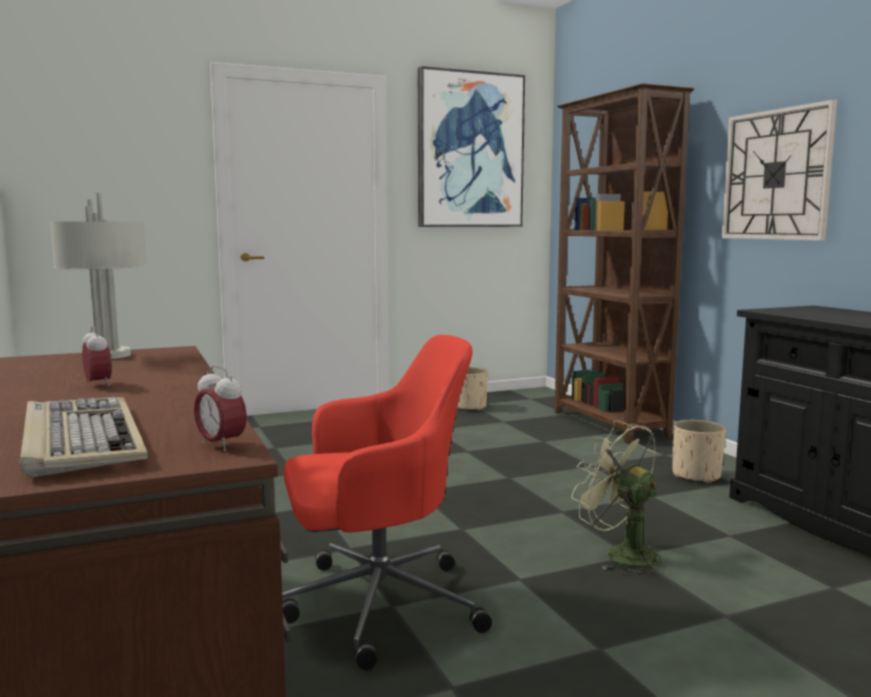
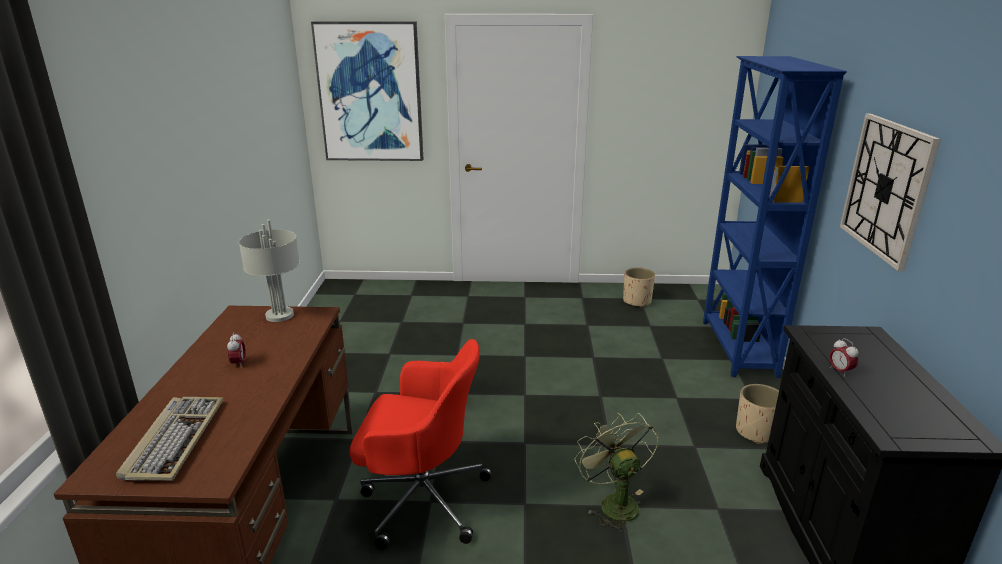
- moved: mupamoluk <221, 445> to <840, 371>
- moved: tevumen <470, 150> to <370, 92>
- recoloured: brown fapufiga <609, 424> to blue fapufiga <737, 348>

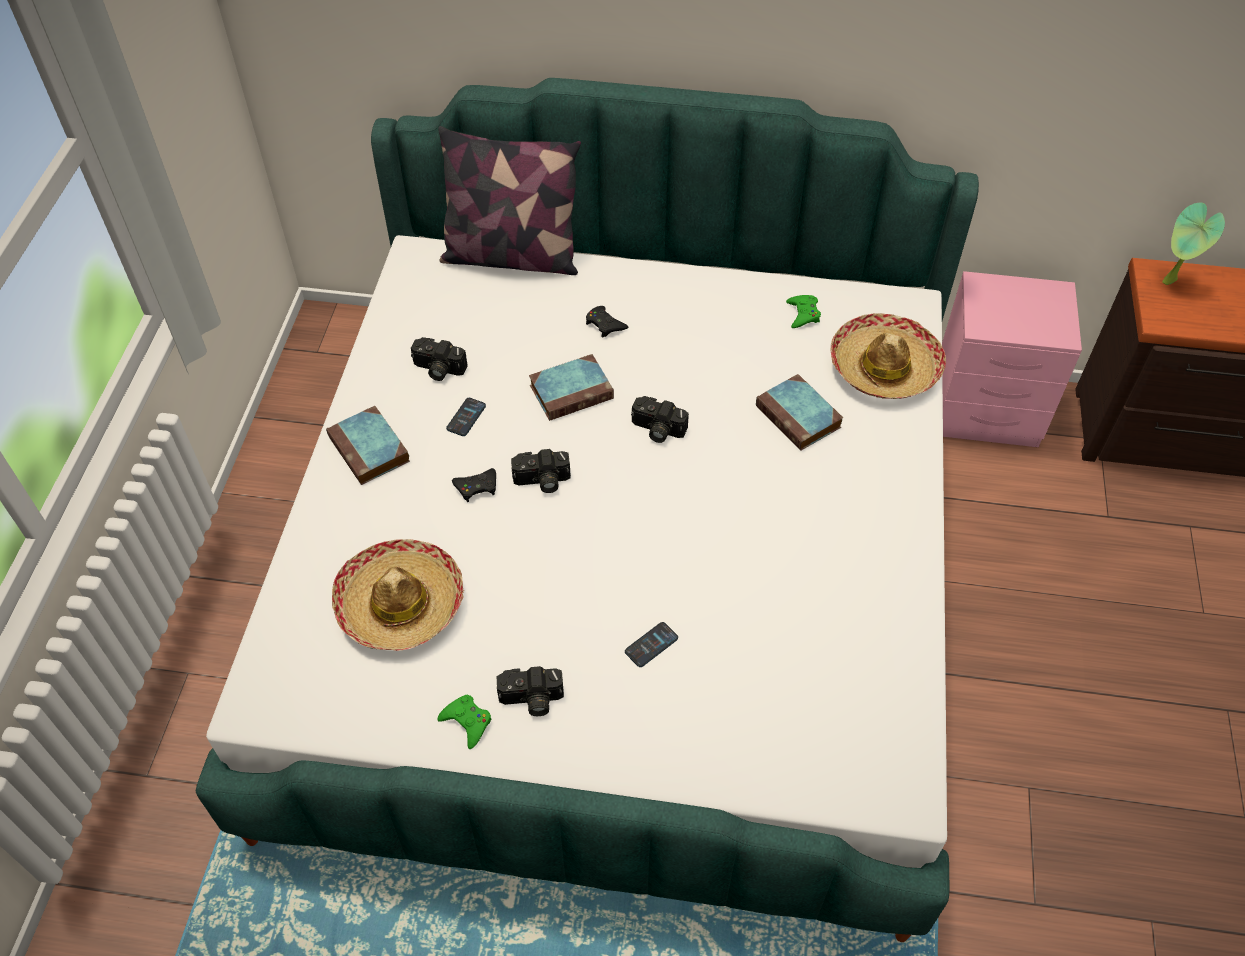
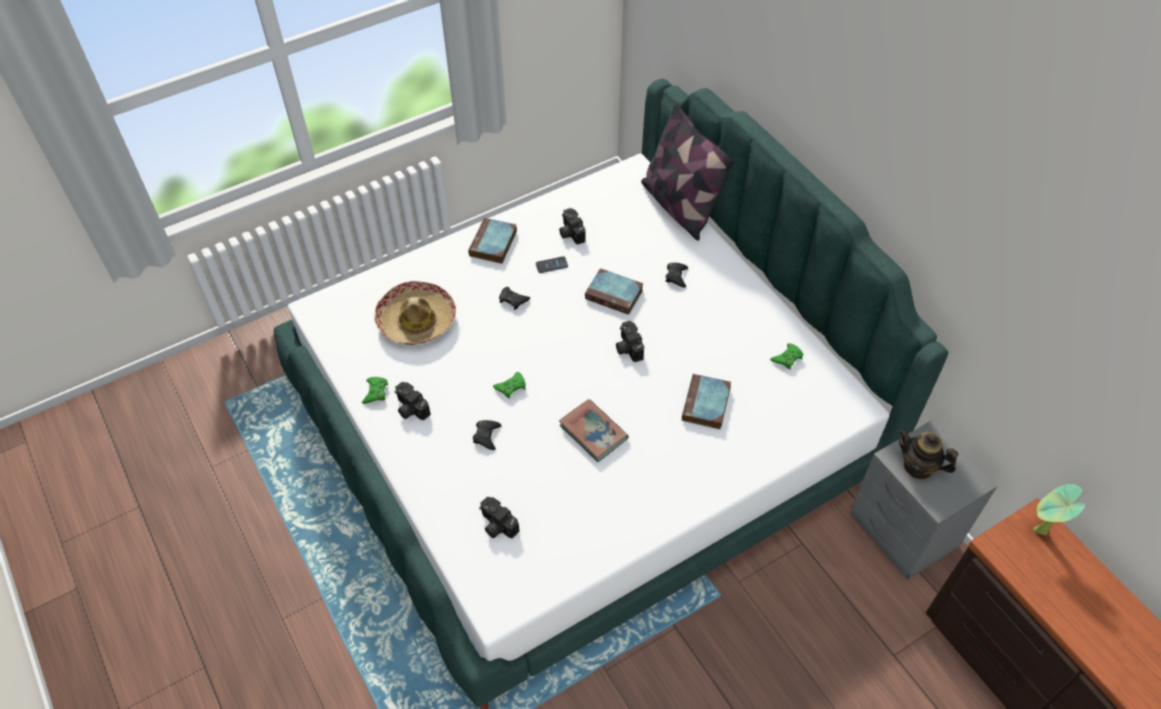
- moved: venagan <542, 481> to <496, 525>
- replaced: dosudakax <651, 645> to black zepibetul <486, 436>
- removed: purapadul <883, 367>
- recoloured: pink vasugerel <987, 412> to grey vasugerel <903, 532>
- added: green zepibetul <511, 387>
- added: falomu <593, 432>
- added: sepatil <918, 467>

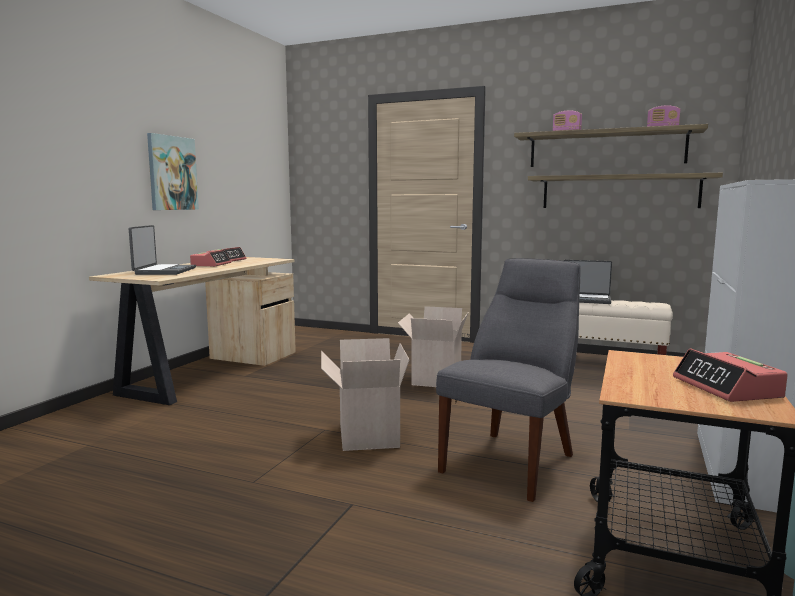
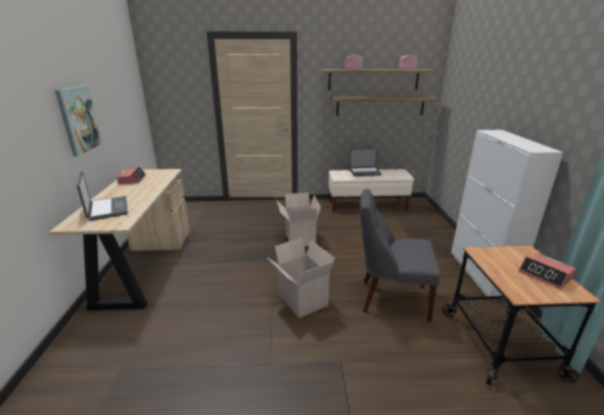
- removed: mupamoluk <211, 264>
- turned: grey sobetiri <512, 461> = <390, 298> 90 degrees counterclockwise

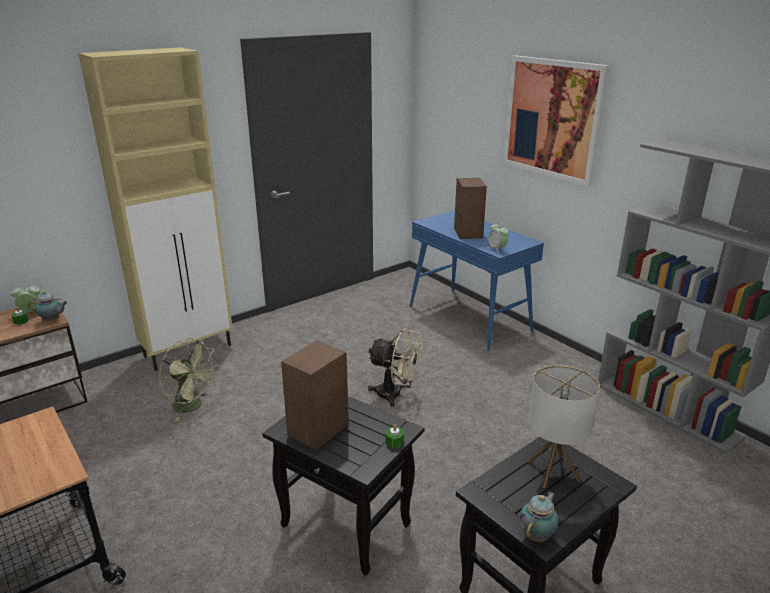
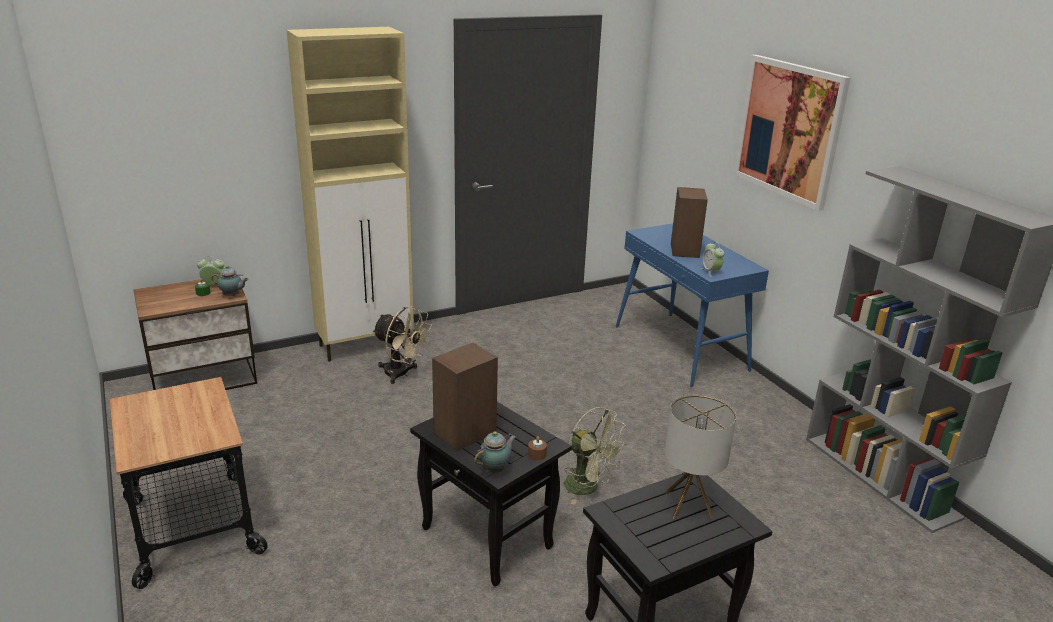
- moved: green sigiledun <193, 406> to <588, 488>
- moved: beige sigiledun <395, 395> to <401, 374>
- recoloured: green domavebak <394, 442> to brown domavebak <537, 454>
- moved: sepatil <537, 535> to <495, 469>

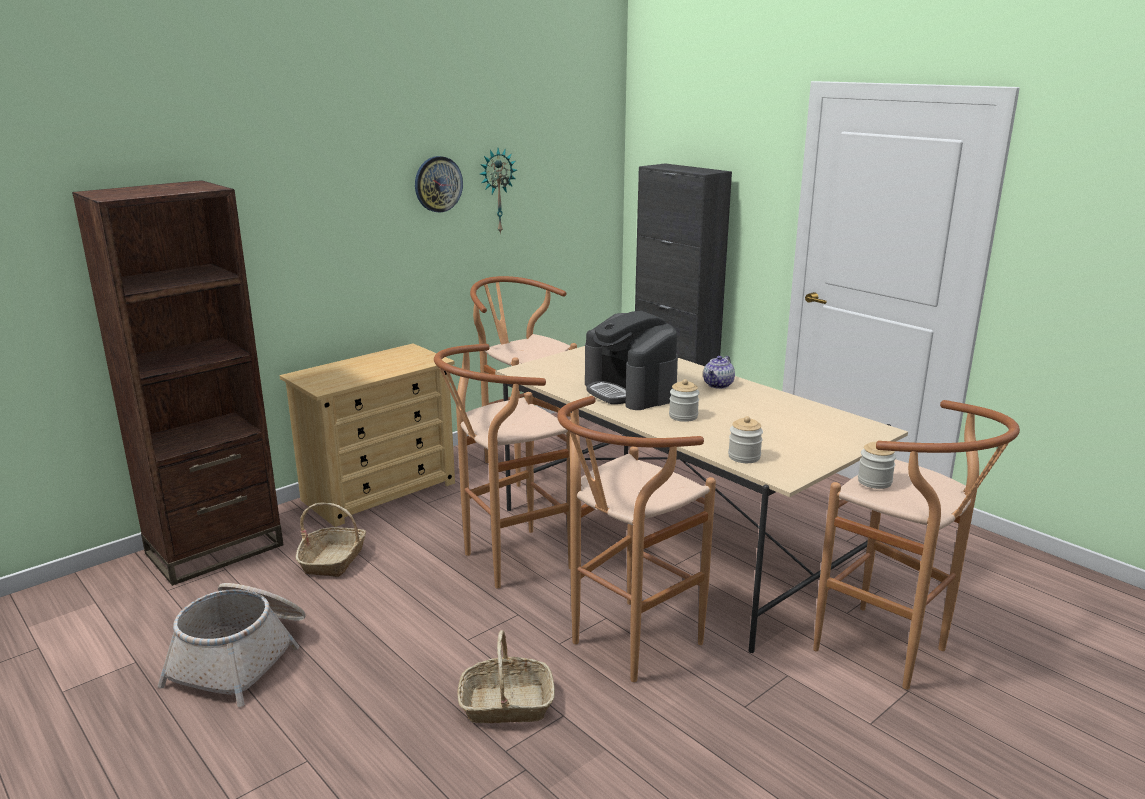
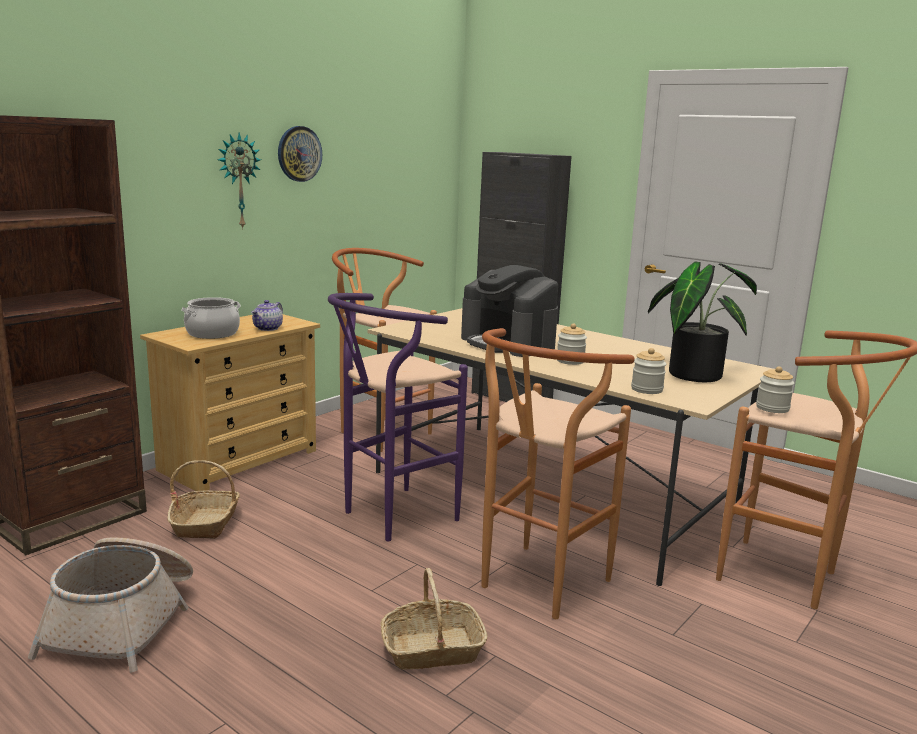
- recoloured: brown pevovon <507, 562> to purple pevovon <391, 518>
- moved: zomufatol <496, 191> to <238, 181>
- moved: sepatil <718, 385> to <268, 328>
- added: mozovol <212, 333>
- added: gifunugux <692, 373>

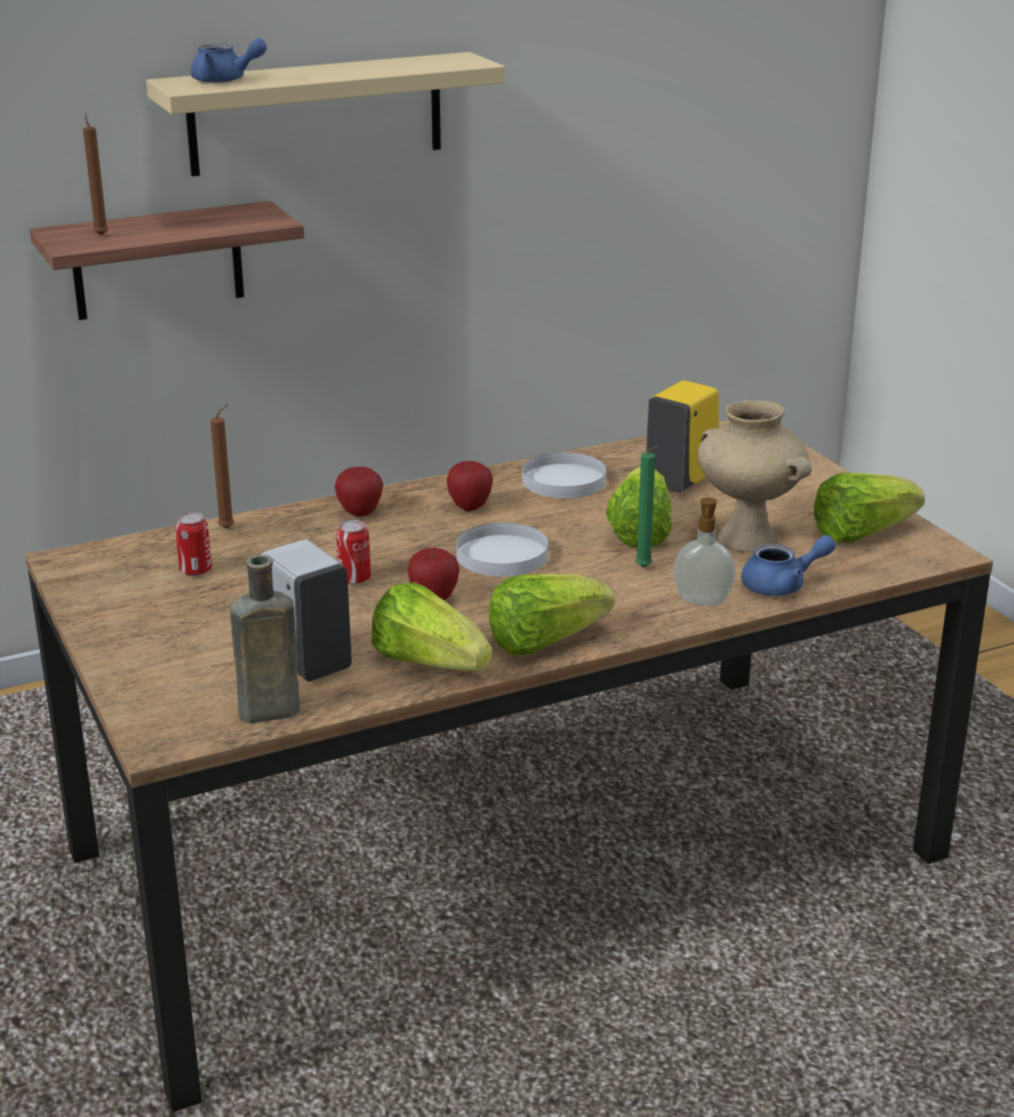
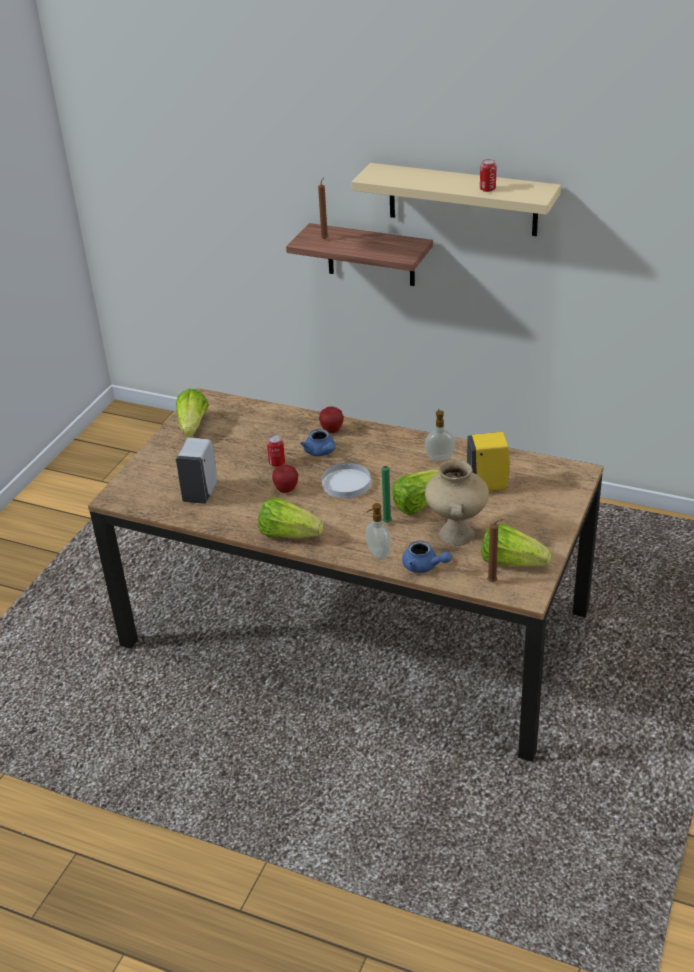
- moved: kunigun <195, 570> to <487, 189>
- moved: blue sepatil <225, 80> to <321, 452>
- moved: brown domavebak <229, 528> to <493, 582>
- removed: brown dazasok <264, 713>
- moved: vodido <429, 663> to <193, 426>
- removed: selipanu <470, 507>
- replaced: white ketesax <564, 481> to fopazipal <439, 457>

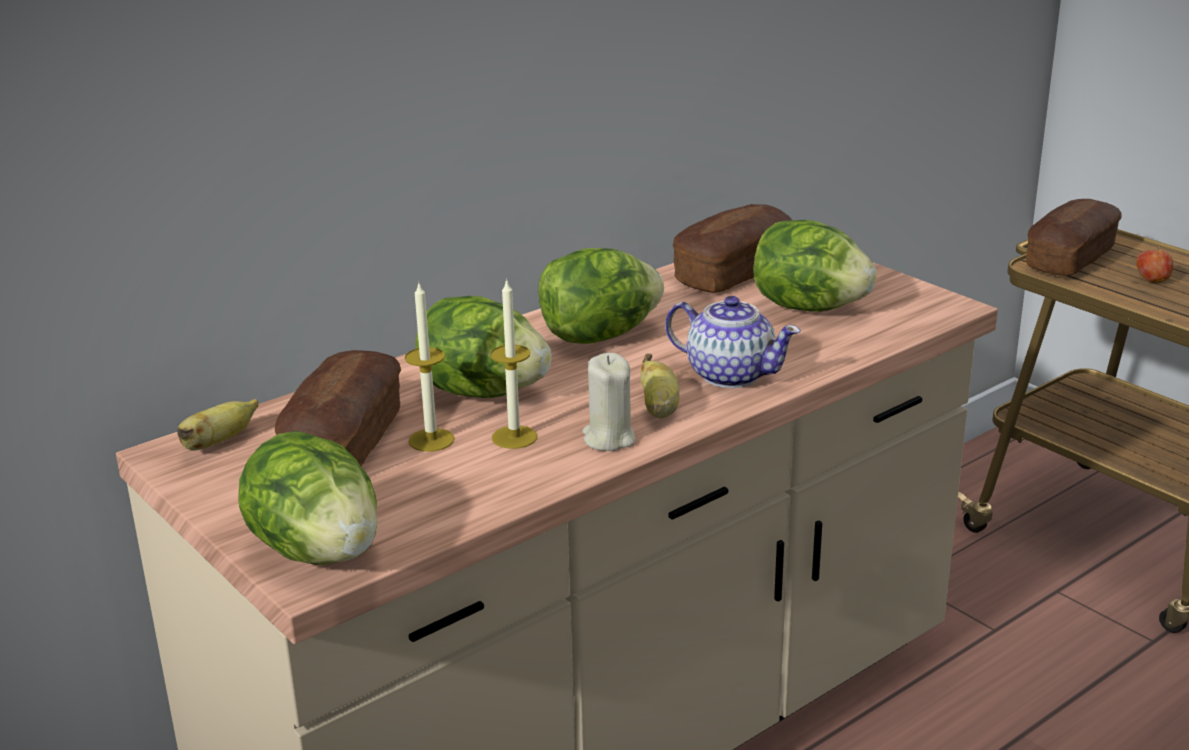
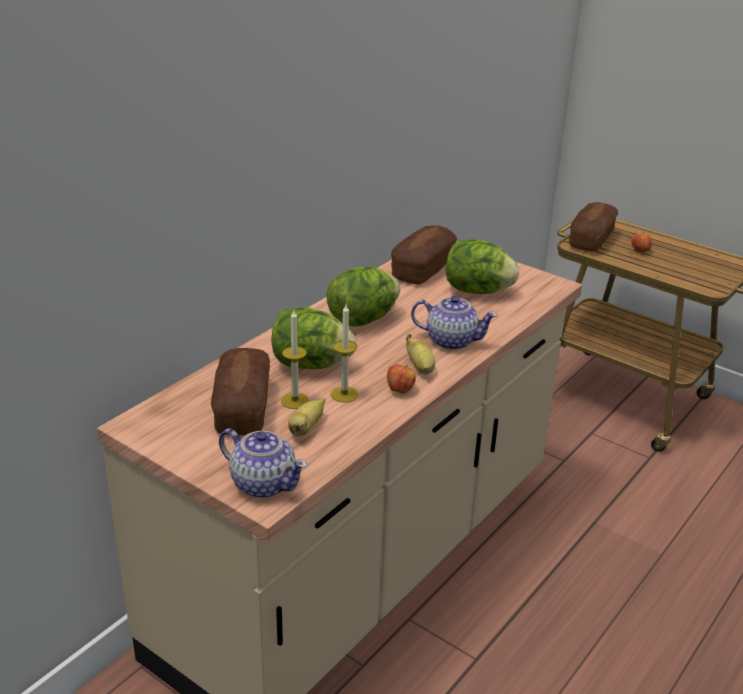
- moved: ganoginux <218, 442> to <306, 428>
- replaced: vodido <318, 551> to sepatil <263, 483>
- replaced: beige domavebak <608, 438> to selipanu <400, 390>

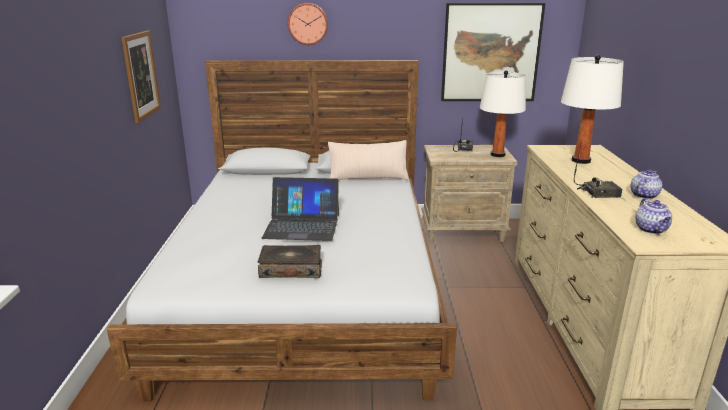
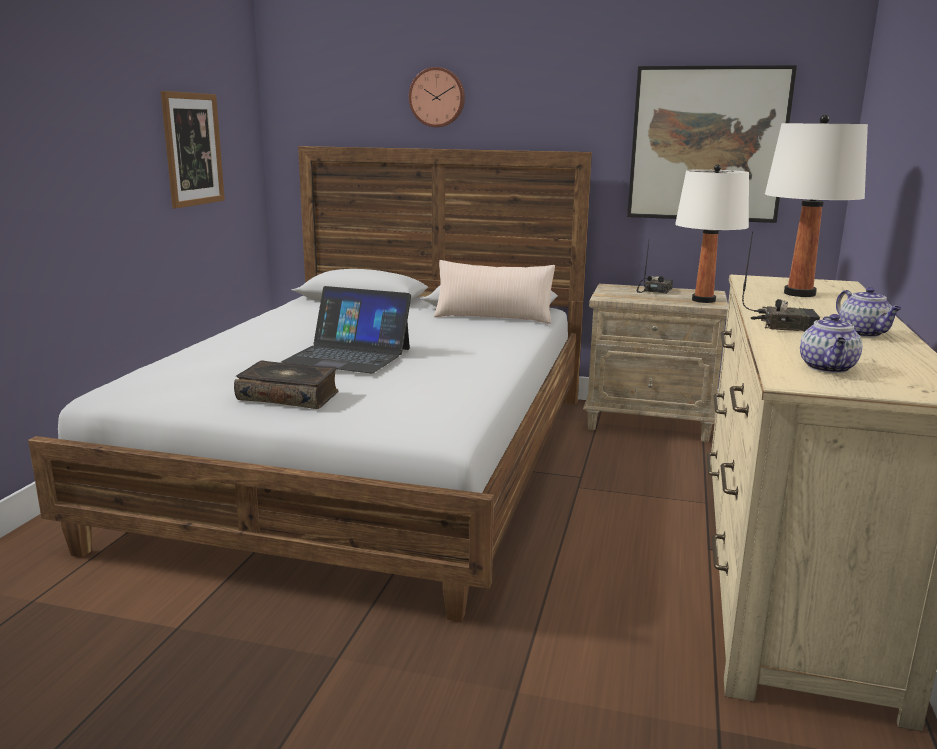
- turned: sepatil <643, 195> = <864, 333> 105 degrees clockwise

